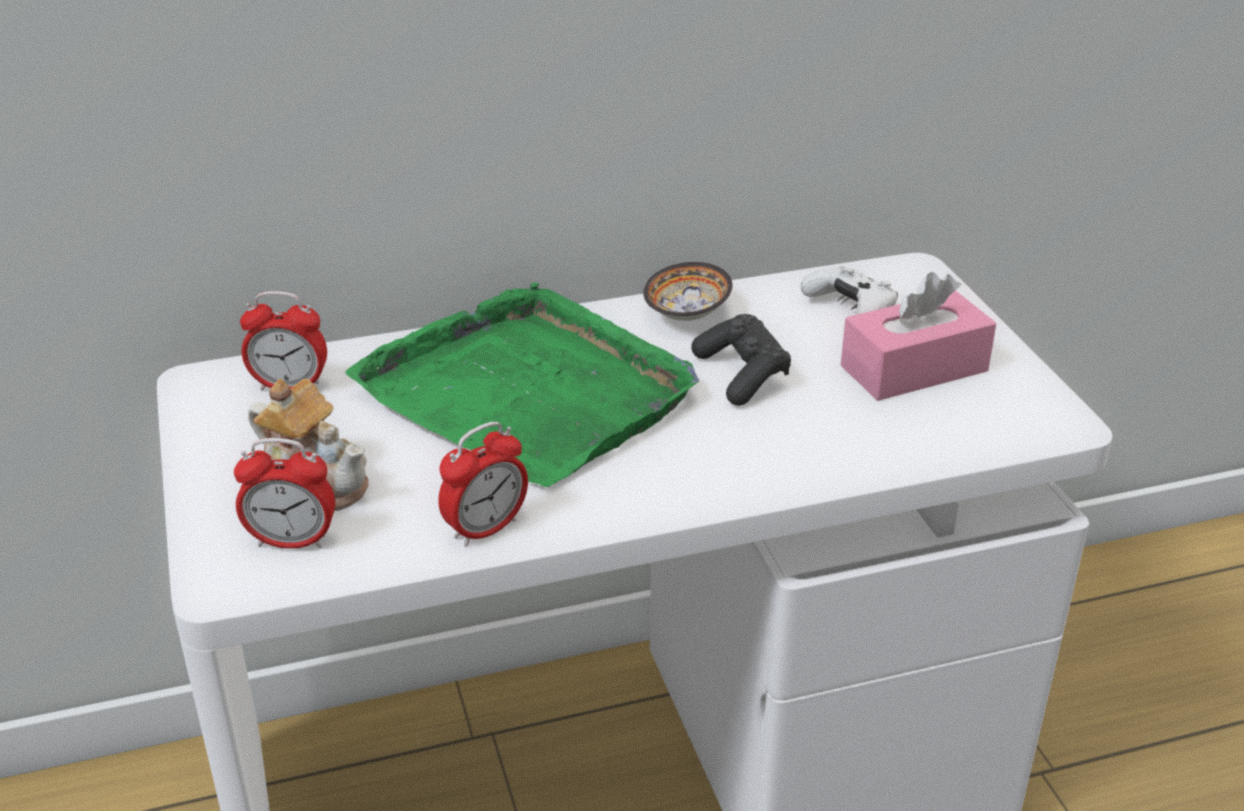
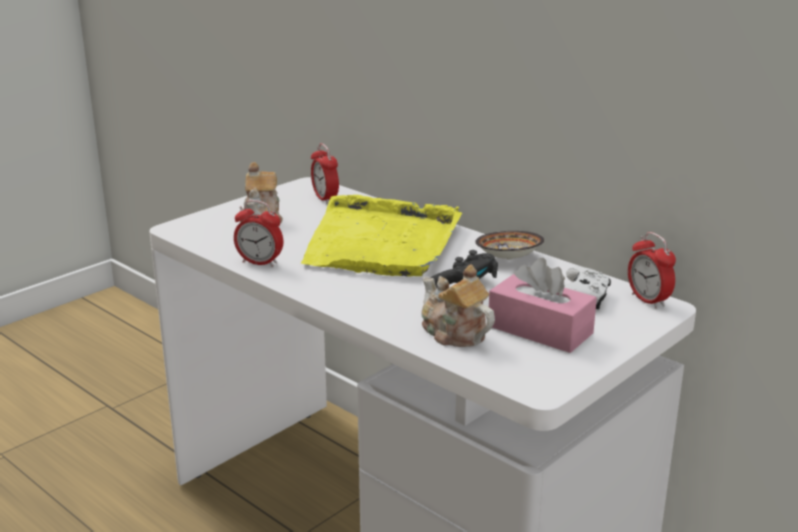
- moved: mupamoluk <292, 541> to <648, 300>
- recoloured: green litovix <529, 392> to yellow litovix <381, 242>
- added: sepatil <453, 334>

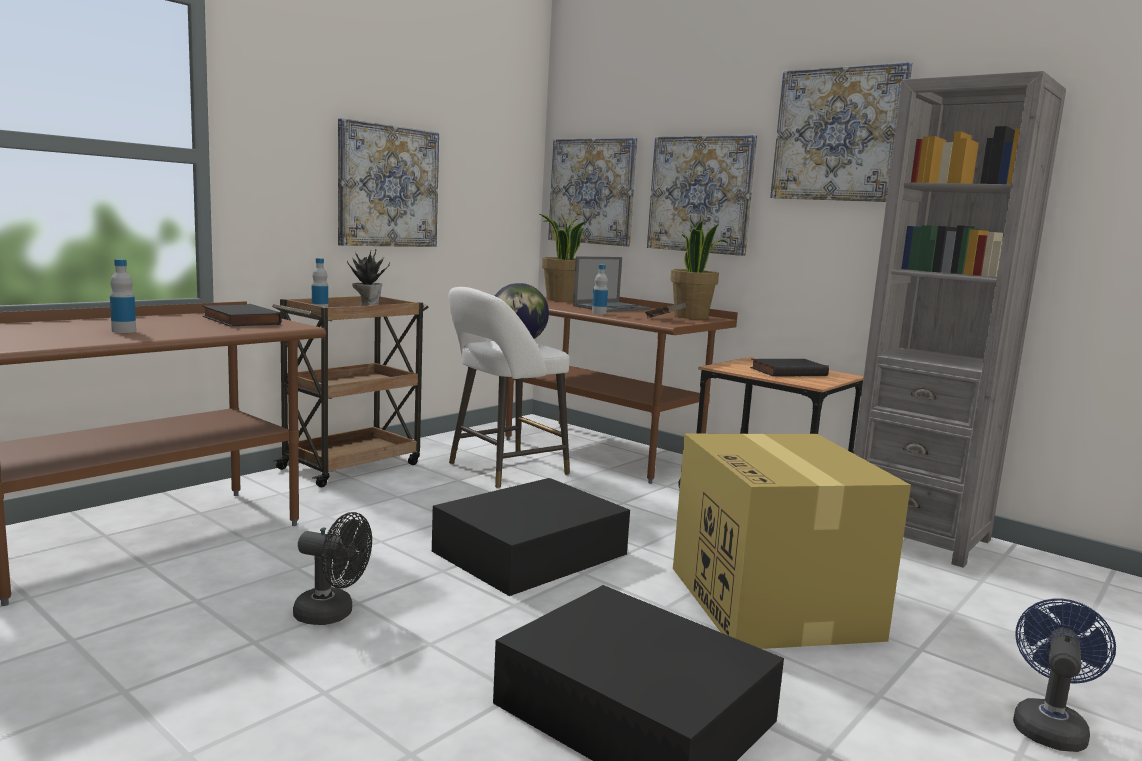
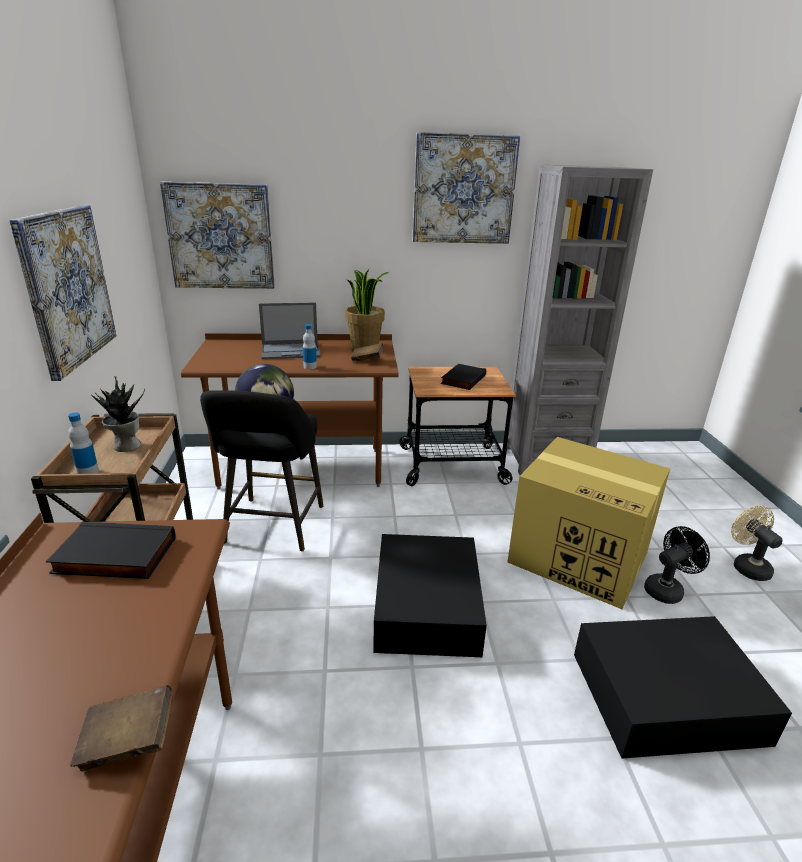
- removed: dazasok <124, 331>
- moved: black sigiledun <332, 614> to <667, 589>
- recoloured: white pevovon <502, 470> to black pevovon <273, 528>
- removed: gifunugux <561, 300>
- turned: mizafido <612, 307> = <291, 351> 75 degrees clockwise
- removed: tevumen <700, 194>
- recoloured: blue sigiledun <1049, 726> to beige sigiledun <747, 566>
- added: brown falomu <128, 743>

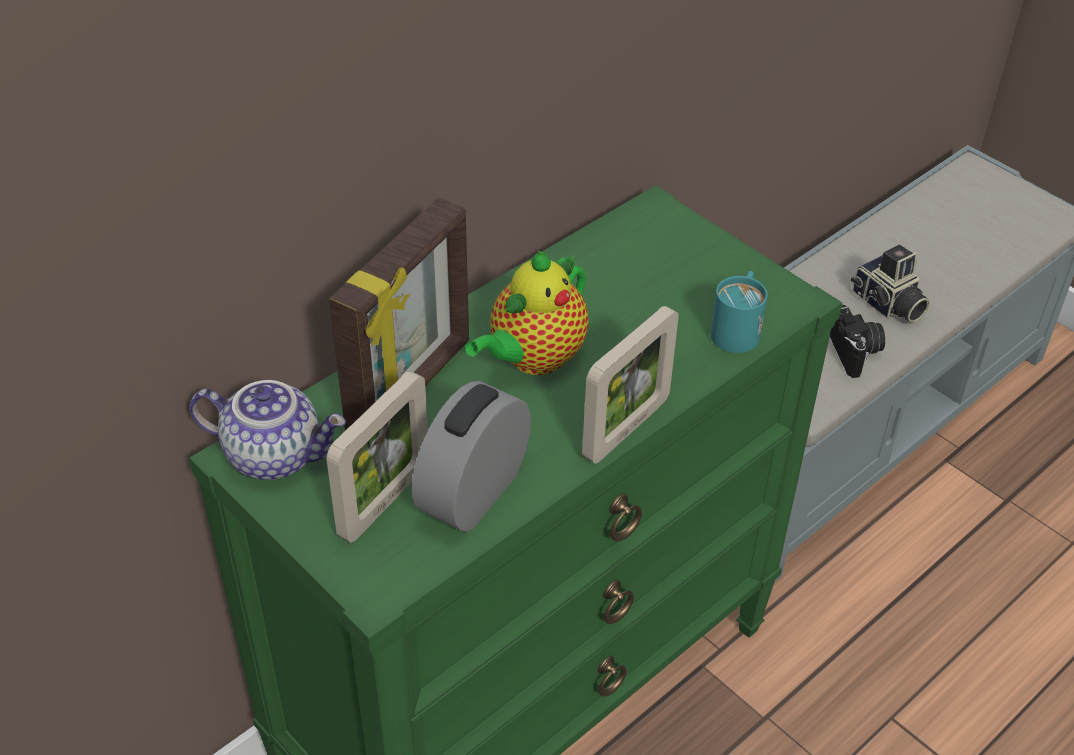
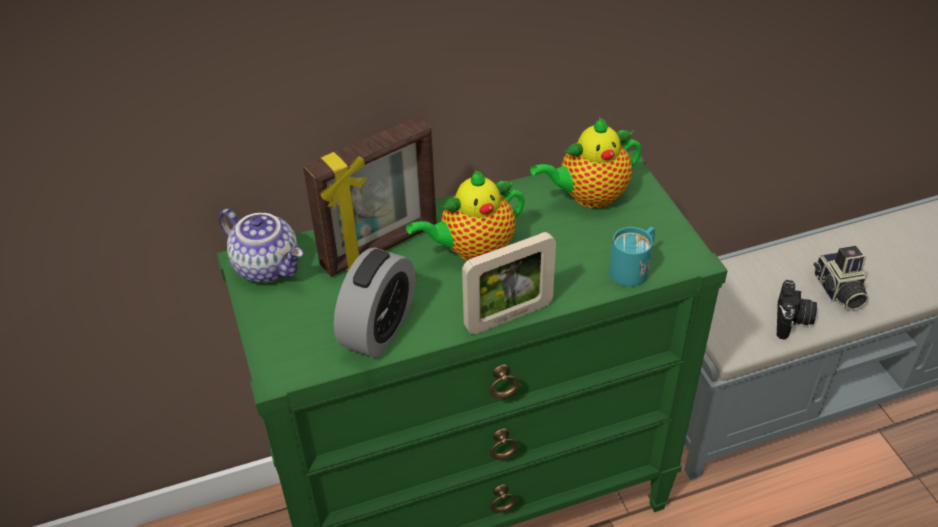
- removed: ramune <384, 501>
- turned: mupamoluk <473, 492> = <378, 329> 150 degrees clockwise
- added: sepatil <589, 196>

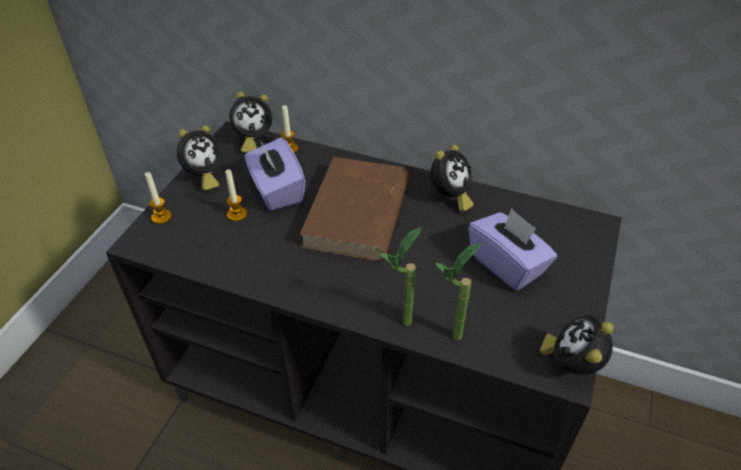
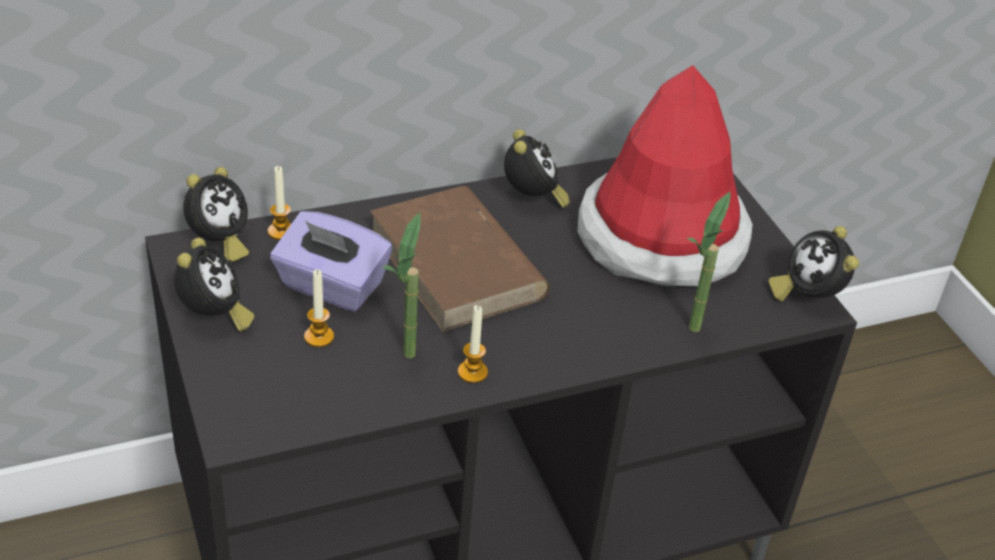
- moved: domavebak <161, 217> to <472, 372>
- moved: gifunugux <399, 327> to <407, 363>
- replaced: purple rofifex <507, 264> to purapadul <662, 238>

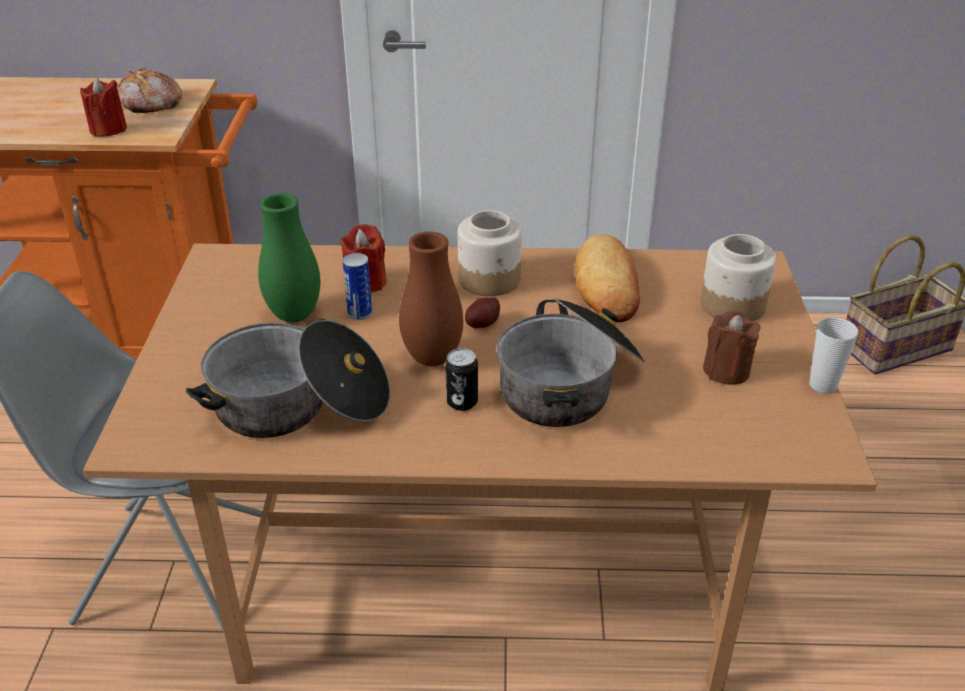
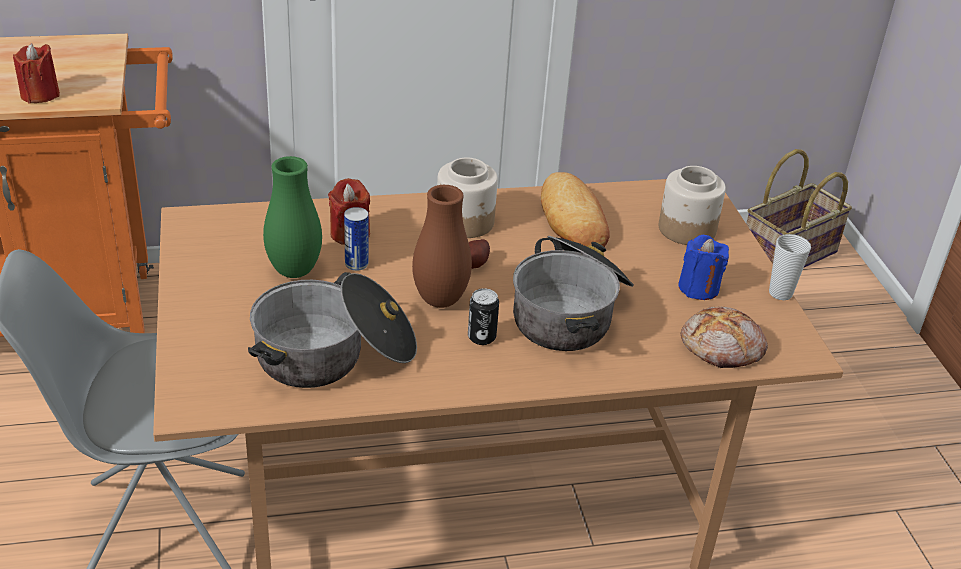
- moved: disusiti <151, 103> to <722, 348>
- recoloured: brown domavebak <726, 370> to blue domavebak <698, 288>

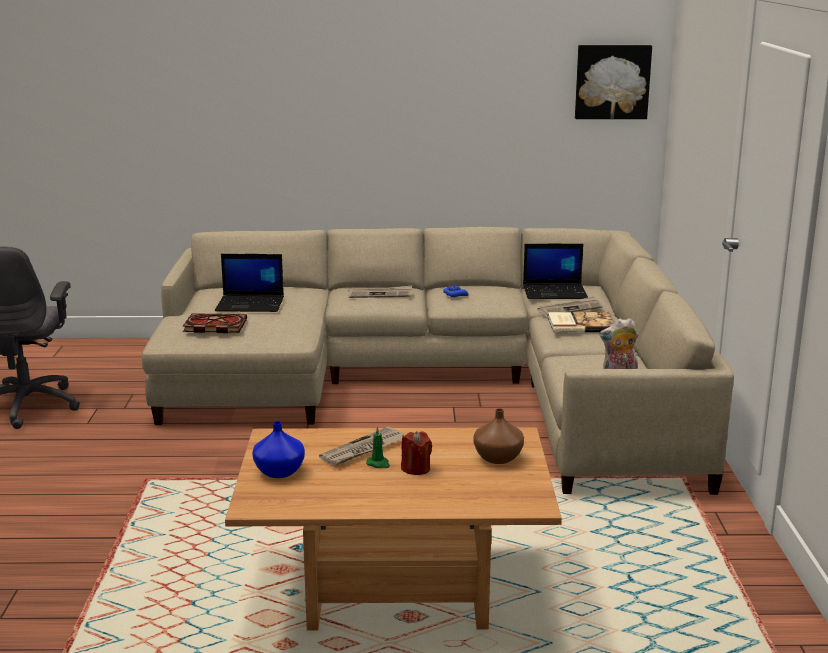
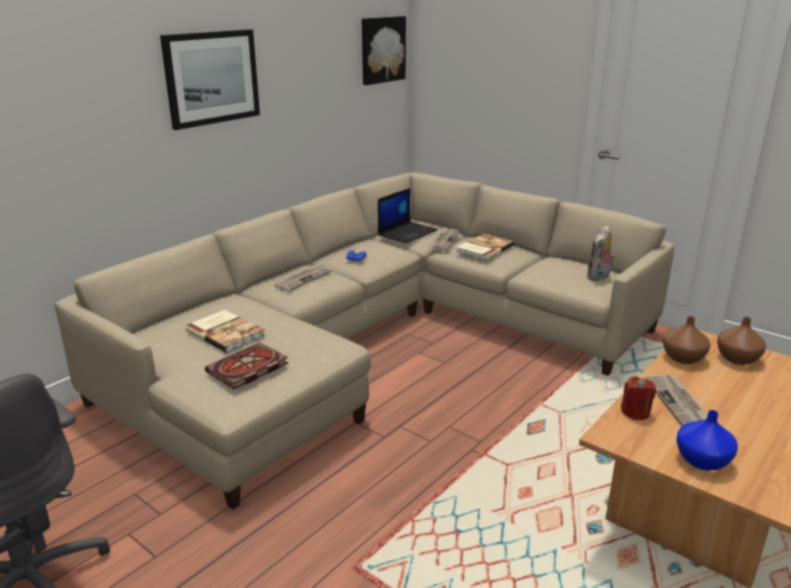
- replaced: mizafido <251, 304> to falomu <226, 332>
- removed: green domavebak <378, 464>
- moved: red domavebak <416, 468> to <635, 412>
- added: tevumen <212, 78>
- added: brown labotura <683, 358>

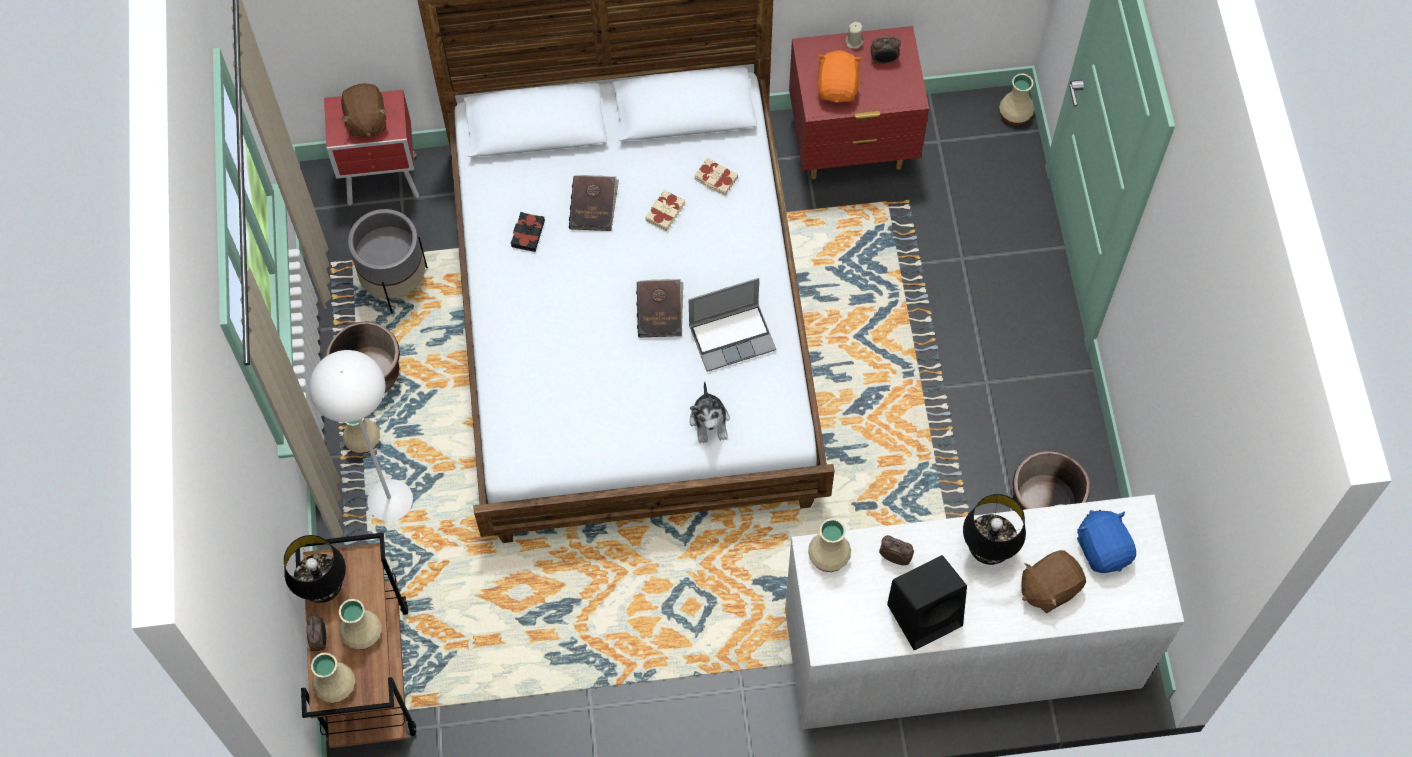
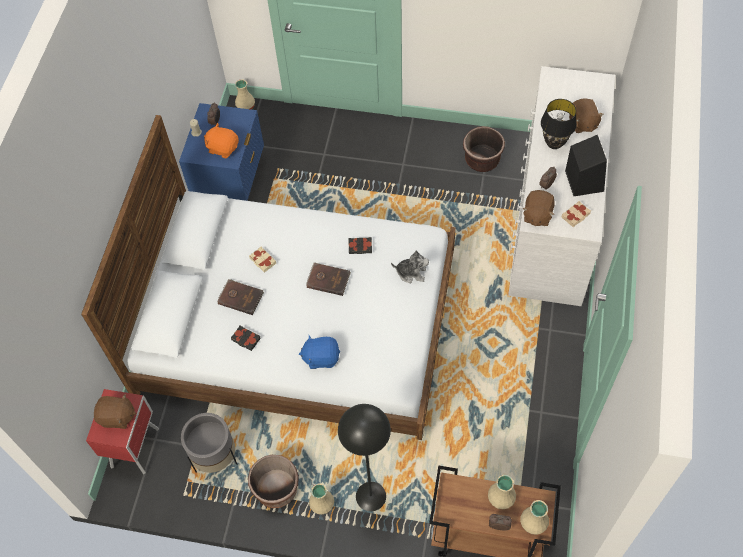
- removed: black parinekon <325, 589>
- recoloured: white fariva <390, 501> to black fariva <371, 496>
- replaced: mizafido <732, 336> to black falomu <360, 247>
- moved: beige falomu <716, 179> to <576, 215>
- recoloured: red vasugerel <851, 147> to blue vasugerel <231, 185>
- replaced: beige labotura <830, 556> to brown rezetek <537, 215>
- moved: blue rezetek <1103, 549> to <321, 357>

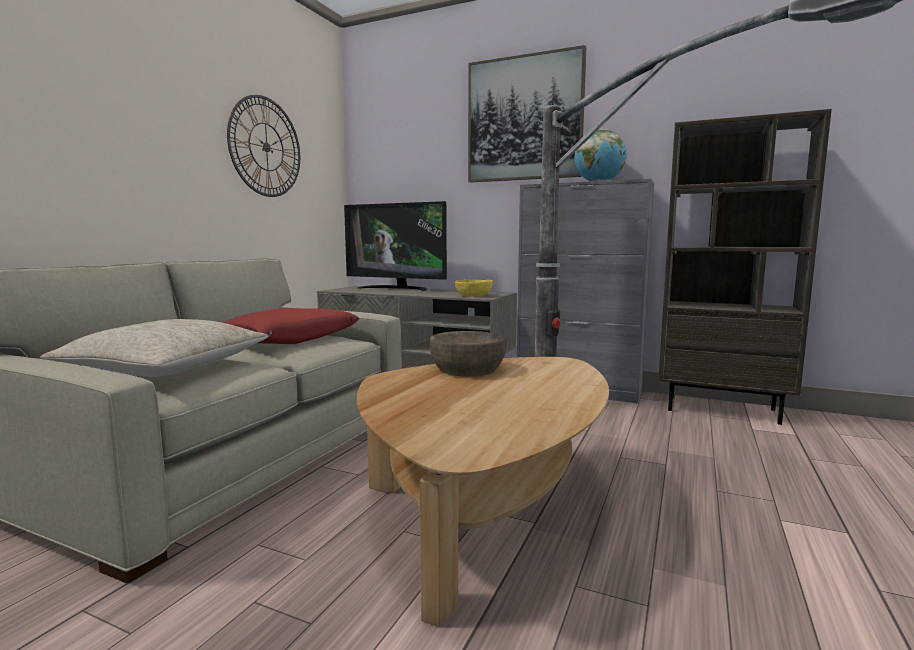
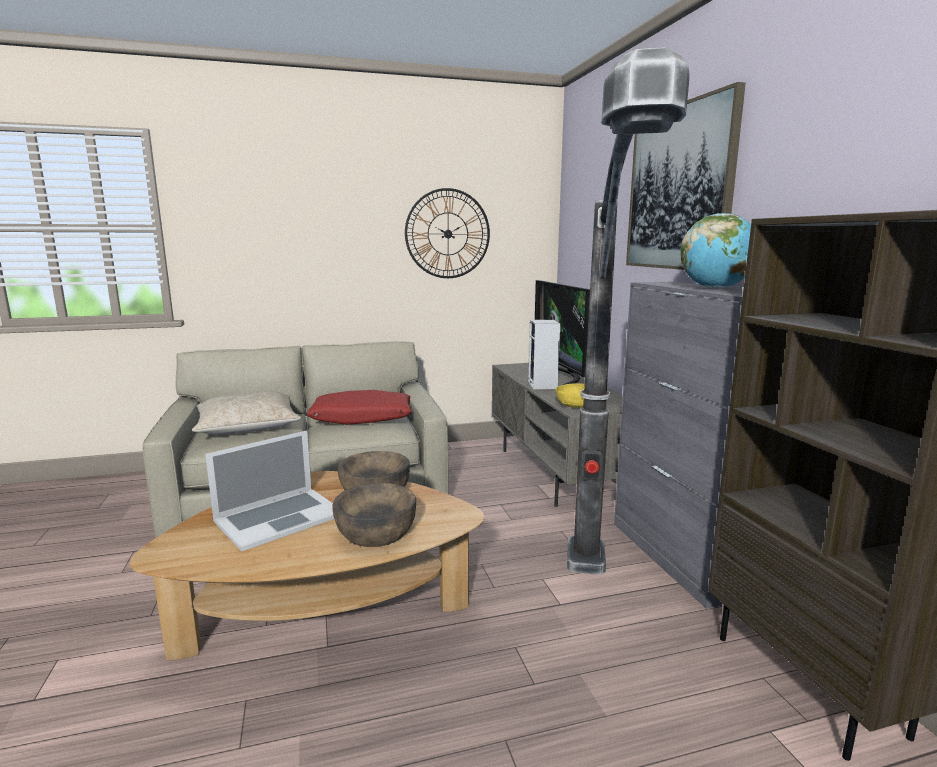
- added: mizafido <279, 517>
- added: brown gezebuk <376, 532>
- added: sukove <543, 386>

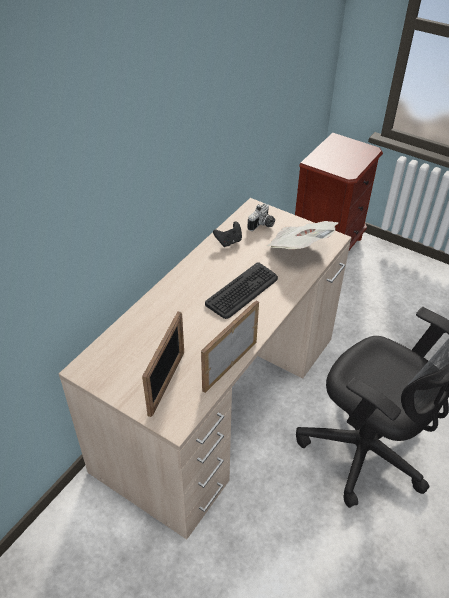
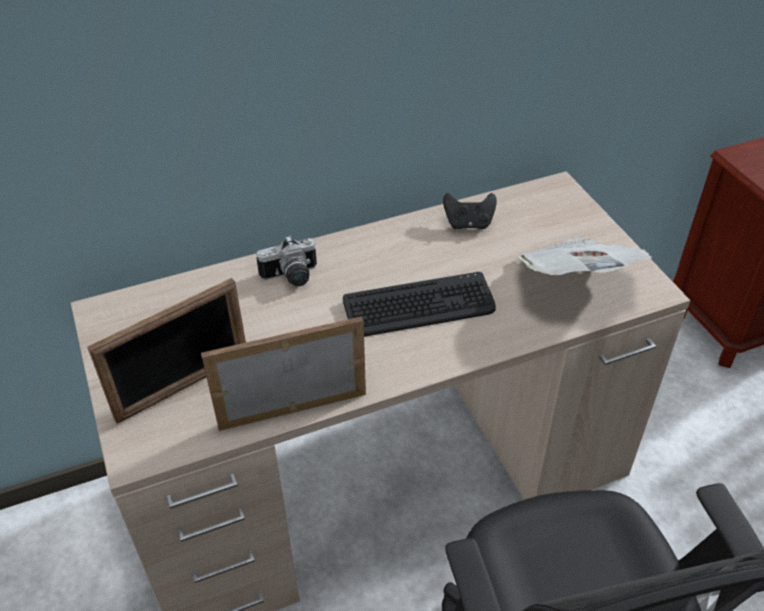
- moved: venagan <262, 225> to <291, 277>

